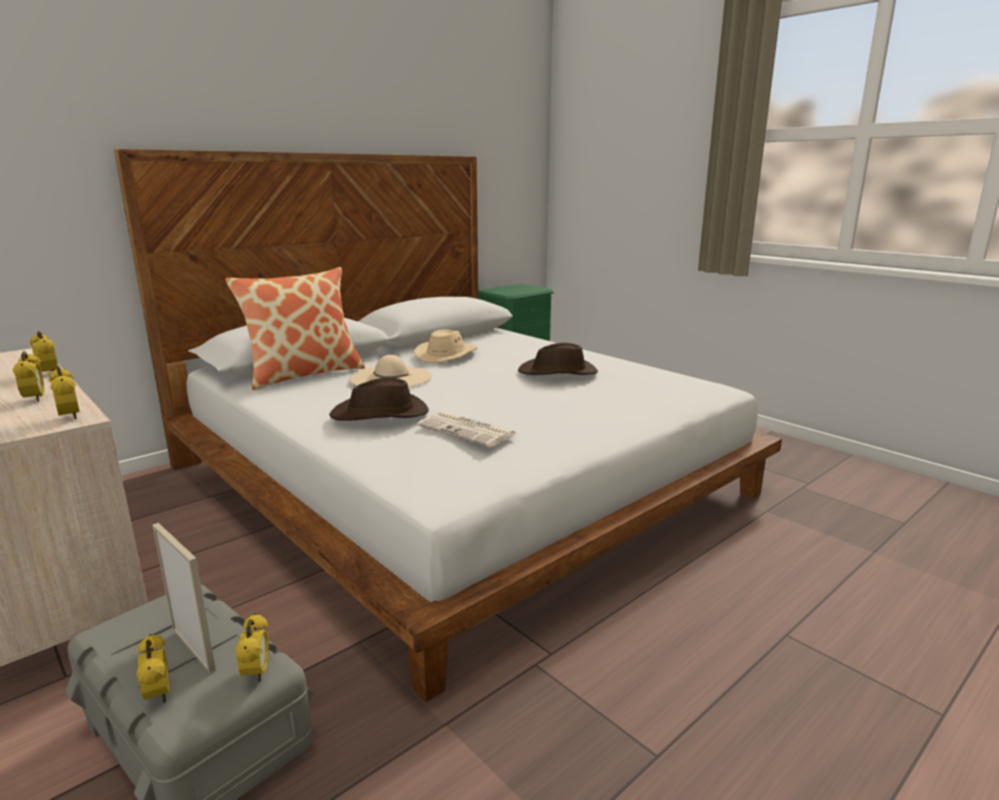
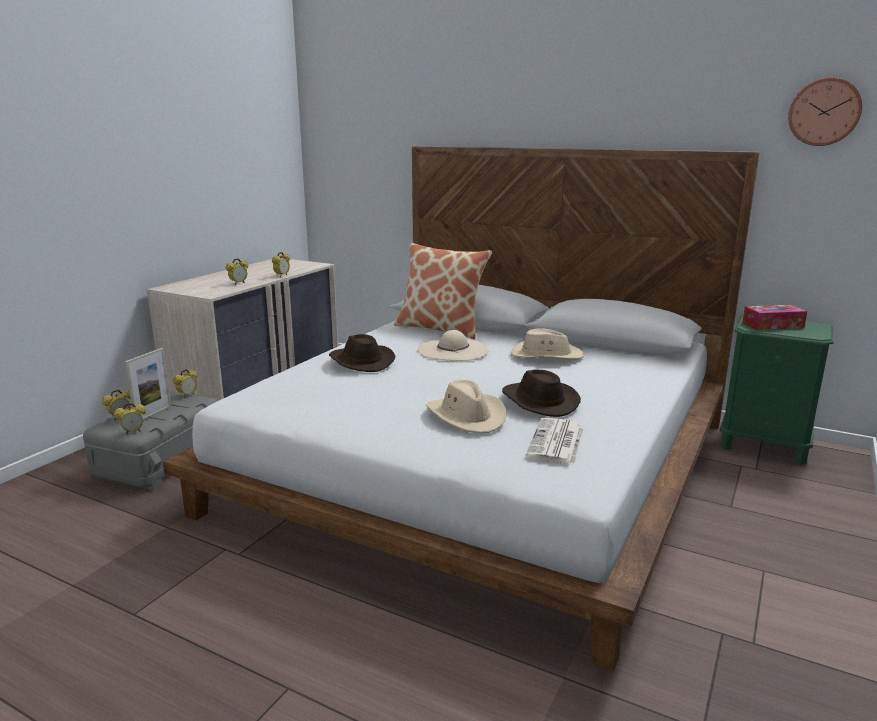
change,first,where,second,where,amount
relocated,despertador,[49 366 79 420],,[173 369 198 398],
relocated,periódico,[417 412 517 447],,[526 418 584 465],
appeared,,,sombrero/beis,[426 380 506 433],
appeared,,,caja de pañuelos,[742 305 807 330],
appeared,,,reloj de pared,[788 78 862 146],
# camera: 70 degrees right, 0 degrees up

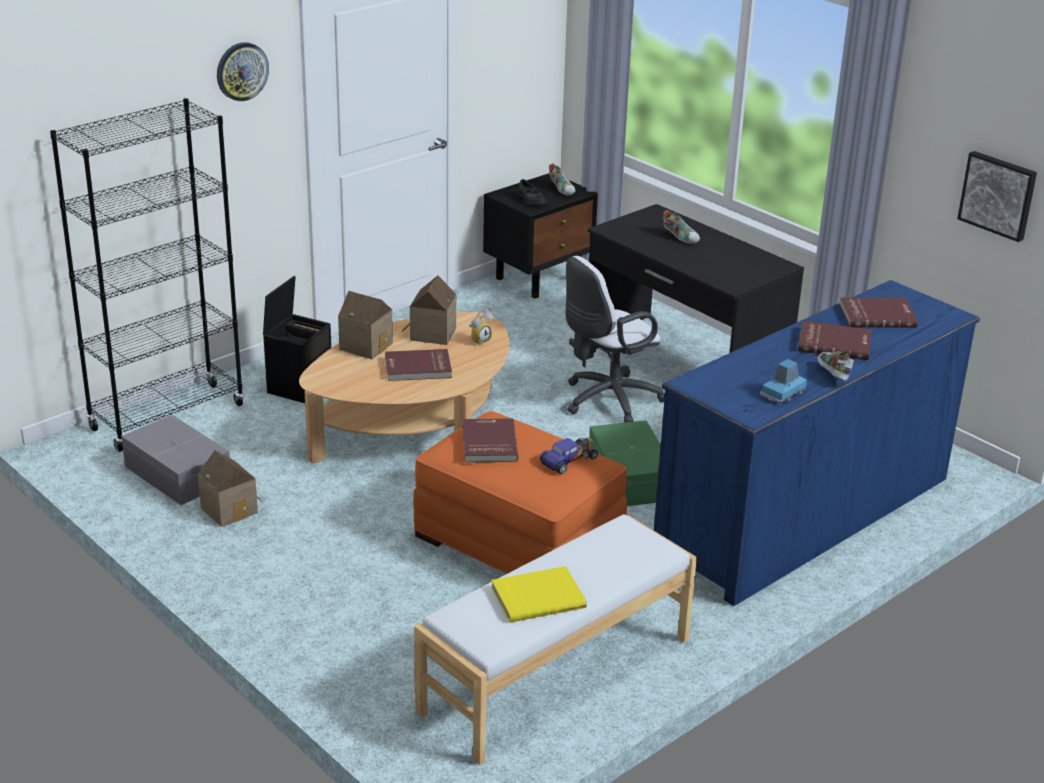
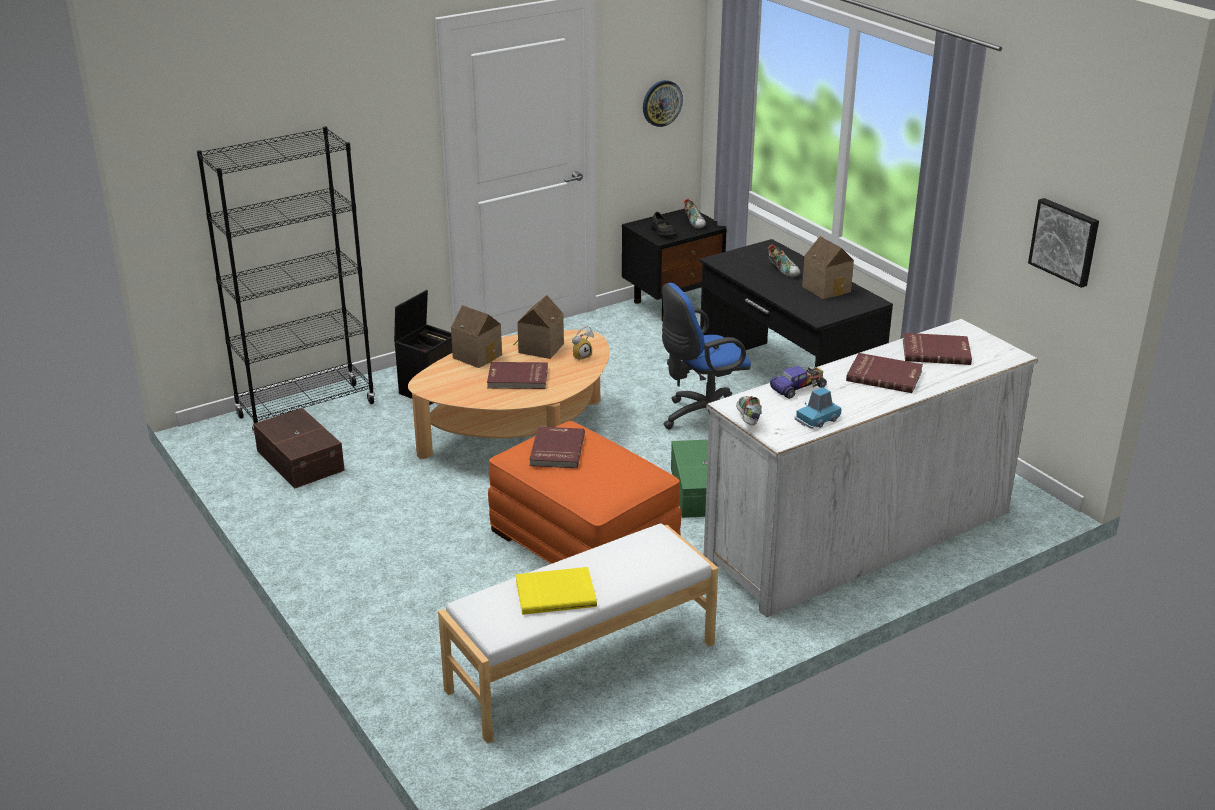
change,first,where,second,where,amount
colour,caja de almacenaje/gris,[121 415 230 505],caja de almacenaje/marrón,[253 408 345 488],
relocated,casita,[198 450 262 527],,[802 236 854 299],
relocated,reloj de pared,[217 42 269 101],,[643 80 683 127],
relocated,coche de juguete,[540 437 598 474],,[770 366 827 399],
colour,silla de oficina/blanco,[565 256 665 423],silla de oficina/azul,[662 283 751 430],
colour,cómoda/azul,[654 280 980 606],cómoda/blanco,[704 319 1038 617],
relocated,zapato,[817 351 854 381],,[736 396 762 426],
# camera: 10 degrees right, 0 degrees up

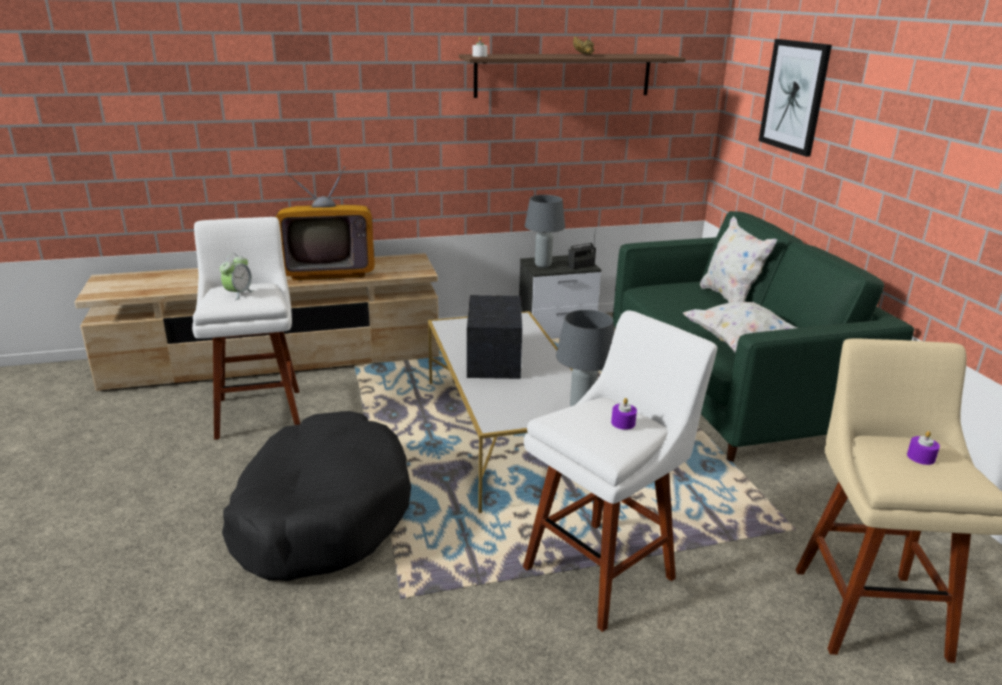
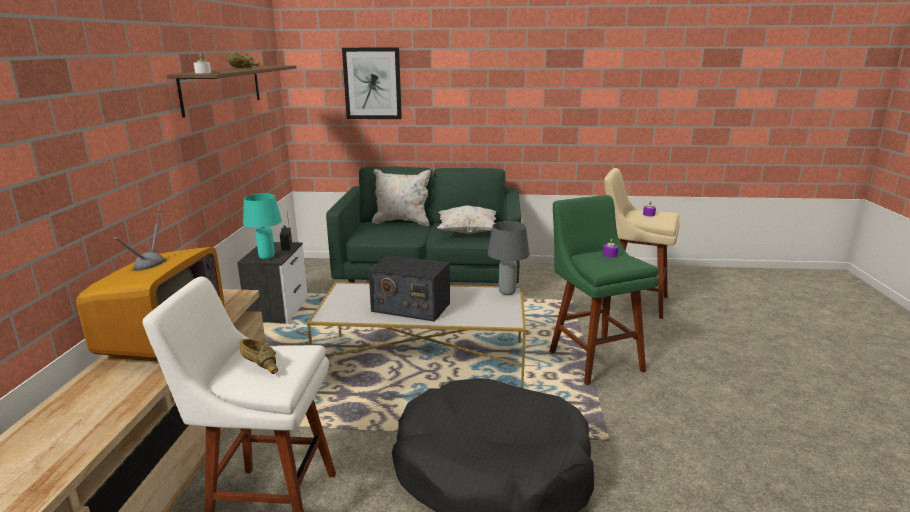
change,first,where,second,where,amount
exchanged,despertador,[220 253 254 300],cuenco/marrón,[240 339 278 374],
colour,taburete/blanco,[523 310 717 632],taburete/verde,[549 195 659 385],
colour,lámpara de mesa/gris,[525 195 565 268],lámpara de mesa/turquesa,[243 194 282 260],
# camera: 70 degrees left, 5 degrees down

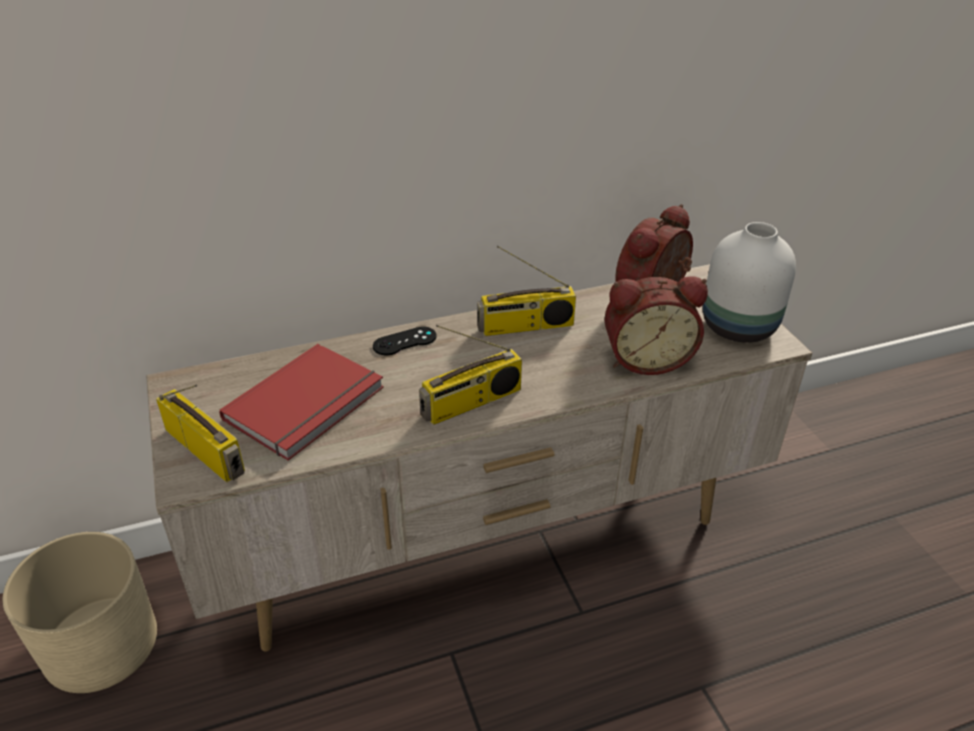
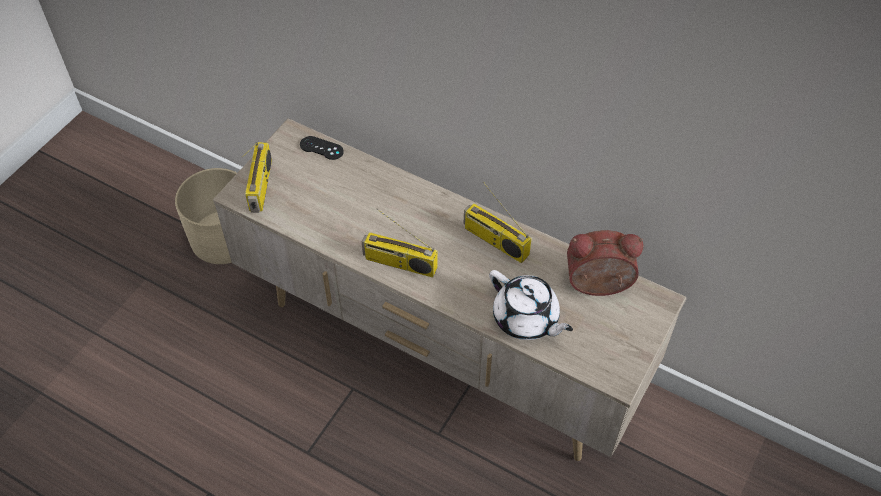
change,first,where,second,where,amount
missing,libro/rojo,[219 344 384 461],,,
relocated,mando de consola/negro,[373 327 437 355],,[300 136 344 160],
exchanged,despertador,[605 276 708 375],tetera/blanco,[489 270 573 340],
missing,florero/blanco,[703 222 796 343],,,
# camera: 50 degrees right, 15 degrees up

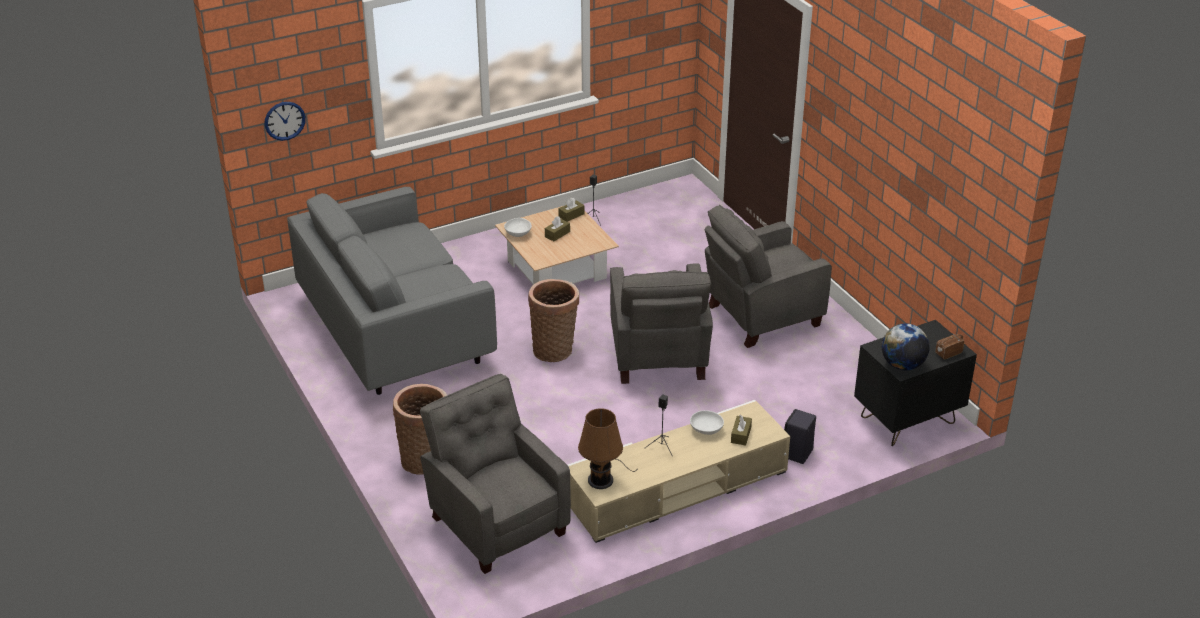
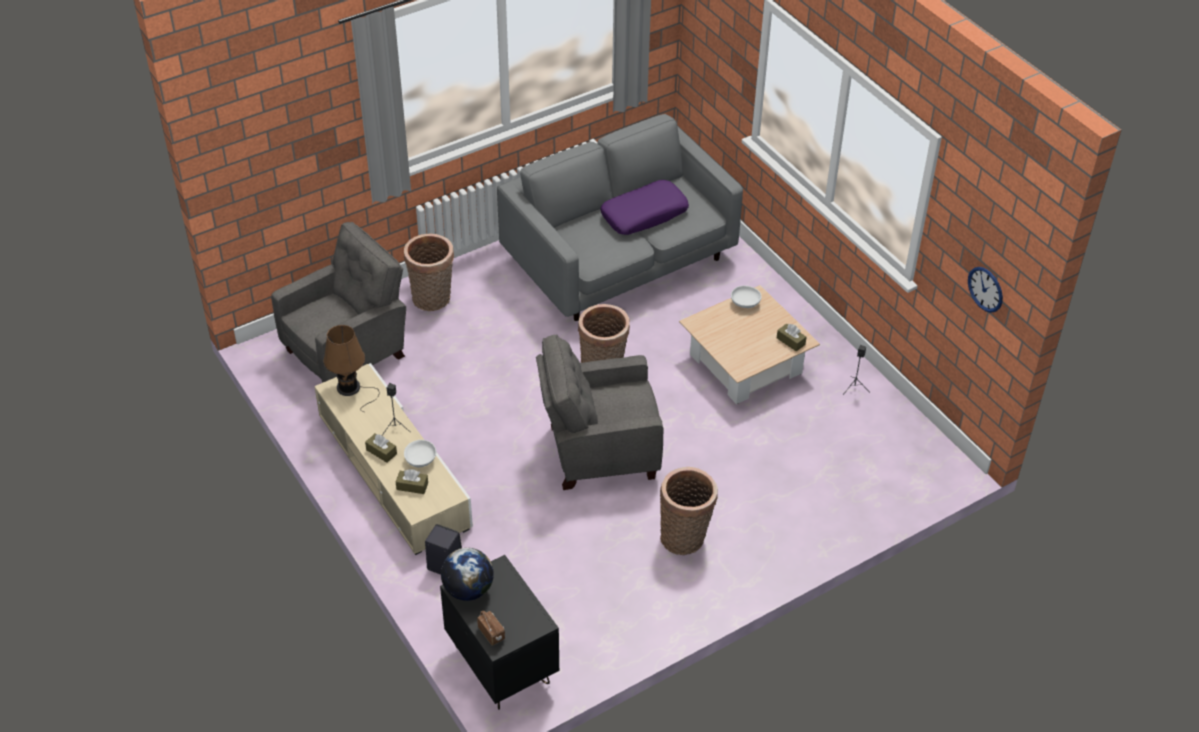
change,first,where,second,where,amount
relocated,reloj de pared,[265 102 306 141],,[968 267 1003 313],
relocated,caja de pañuelos/marrón,[545 217 570 241],,[365 433 397 463],
exchanged,sillón/gris,[704 205 832 348],cesta,[660 467 718 555],
appeared,,,cojín/morado,[600 180 689 235],
# camera: 85 degrees right, 10 degrees up

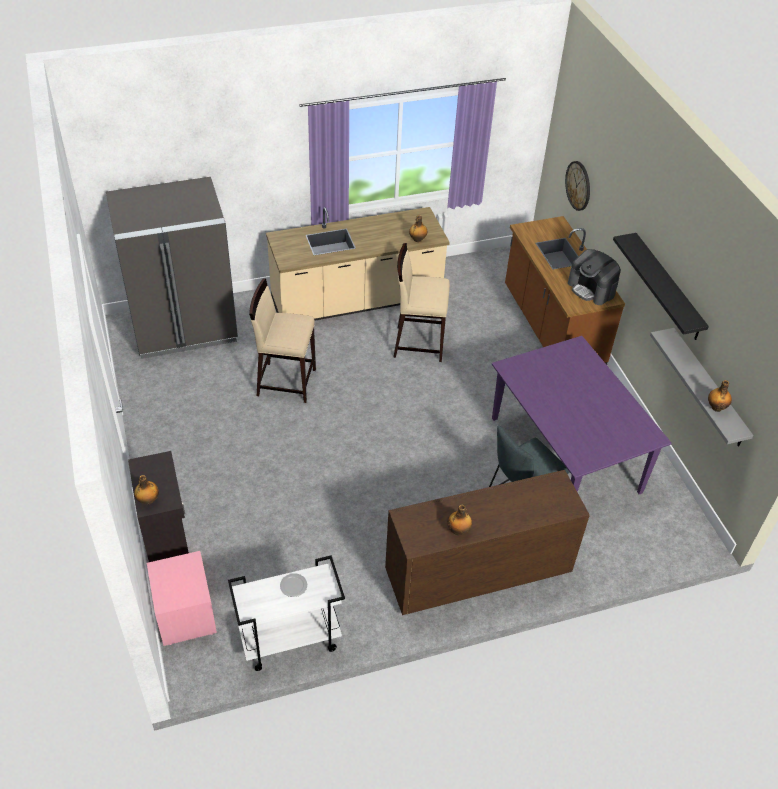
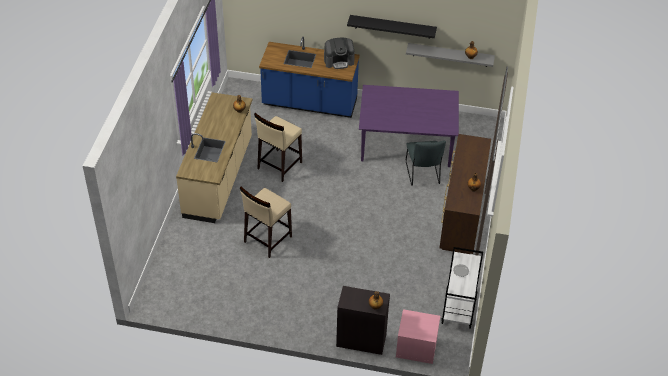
change,first,where,second,where,amount
missing,nevera/gris,[106 177 238 359],,,
colour,mueble bajo de cocina/marrón,[505 216 625 365],mueble bajo de cocina/azul,[259 37 360 118],
missing,reloj de pared,[565 161 590 211],,,
# camera: 60 degrees left, 0 degrees up

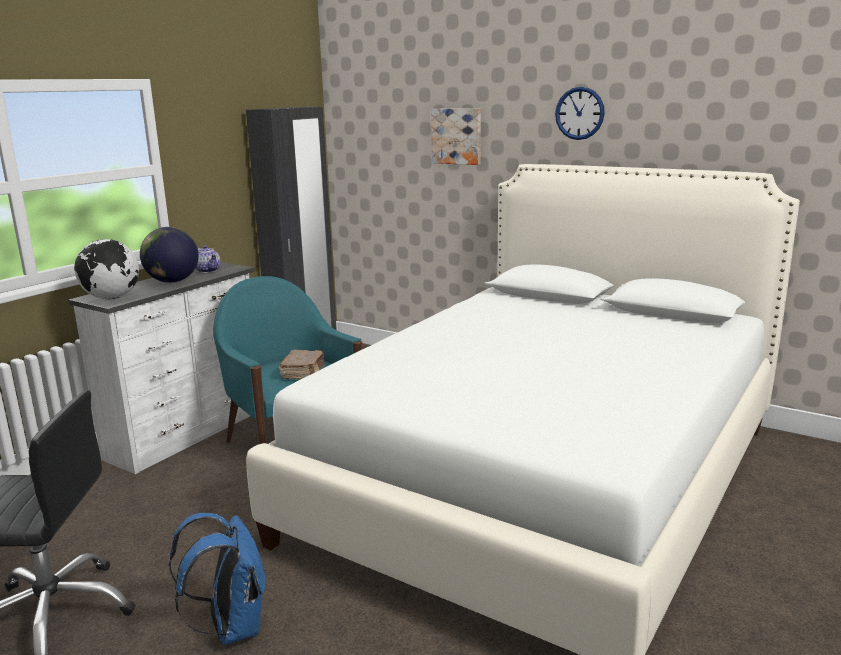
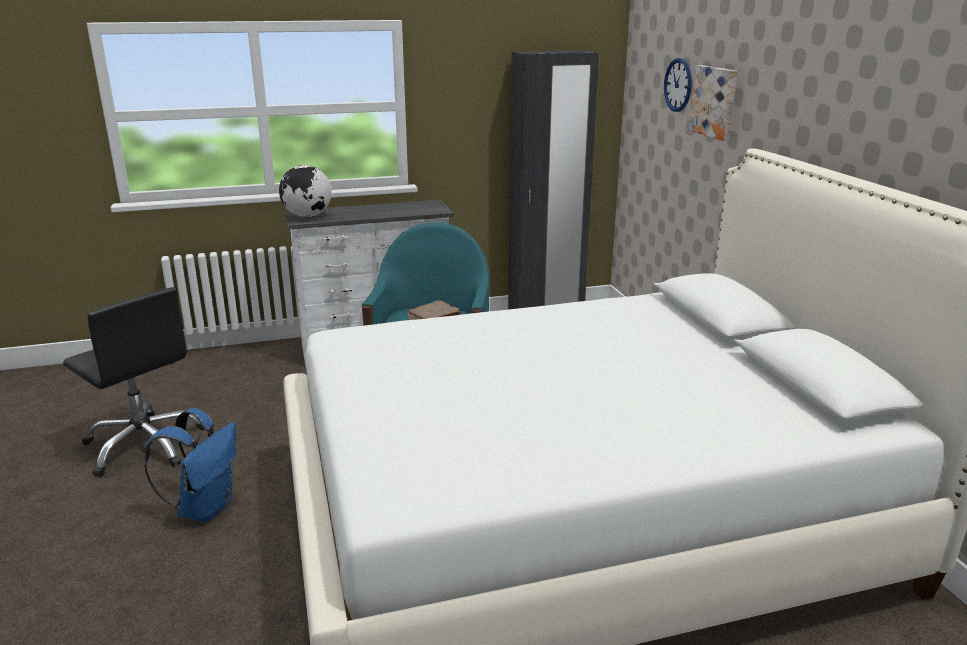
change,first,where,second,where,amount
missing,globo terráqueo,[140 227 198 283],,,
missing,tetera,[195 245 220 273],,,
relocated,reloj de pared,[555 87 605 140],,[664 58 692 112],
# camera: 40 degrees right, 5 degrees up

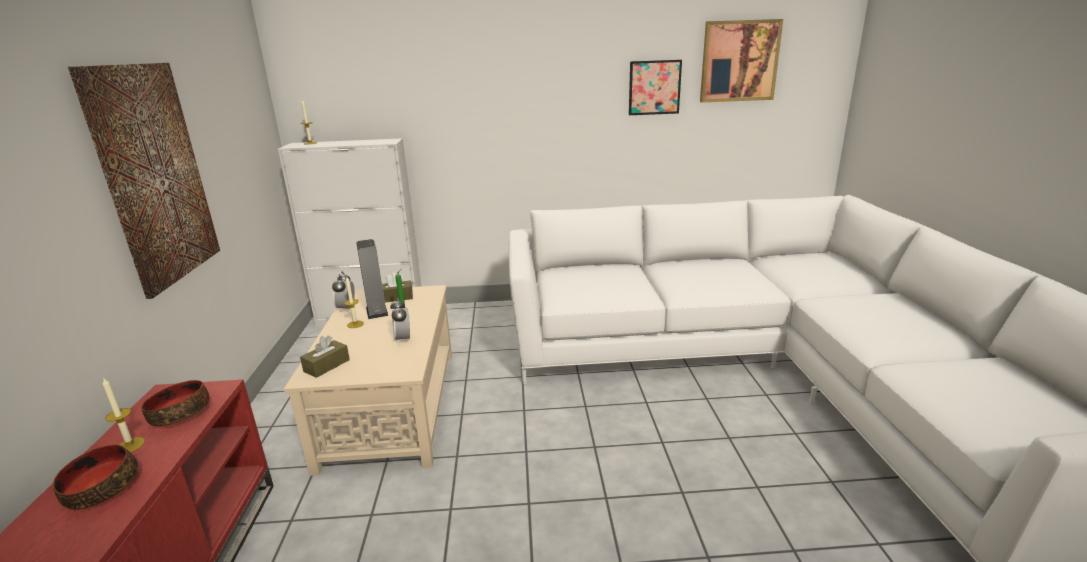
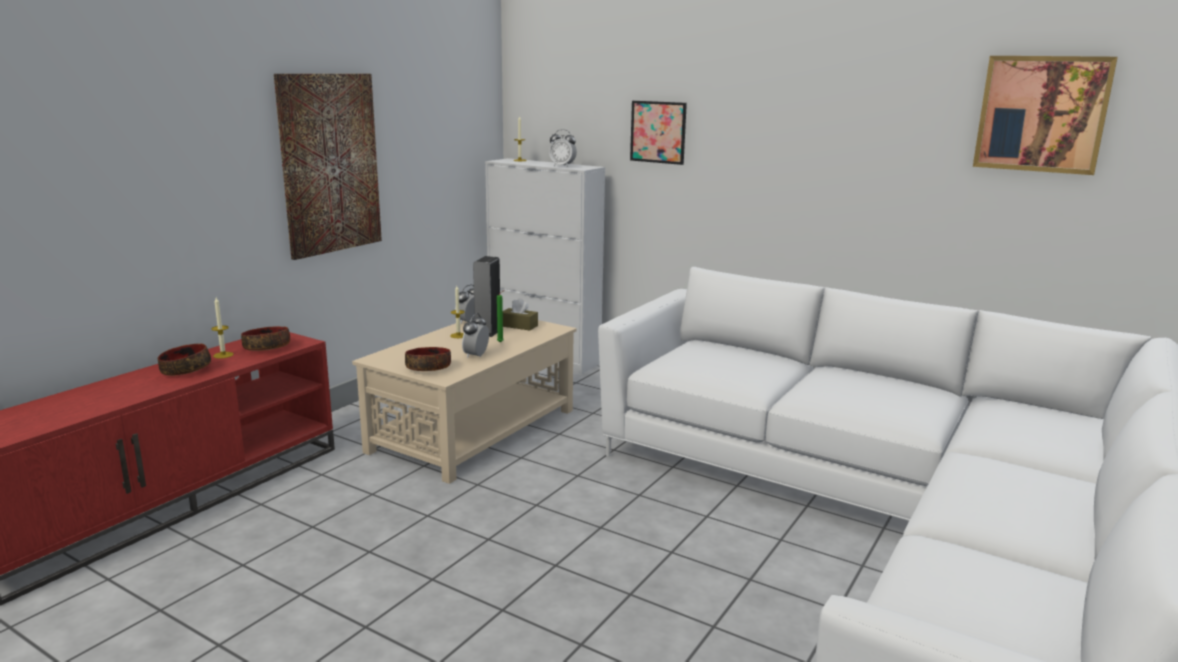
change,first,where,second,where,amount
missing,caja de pañuelos/marrón,[300 336 350 378],,,
relocated,cuadro,[629 60 682 115],,[630 101 687 165],
appeared,,,cuenco,[405 347 451 371],
appeared,,,despertador,[549 129 577 167],
# camera: 35 degrees right, 5 degrees down

